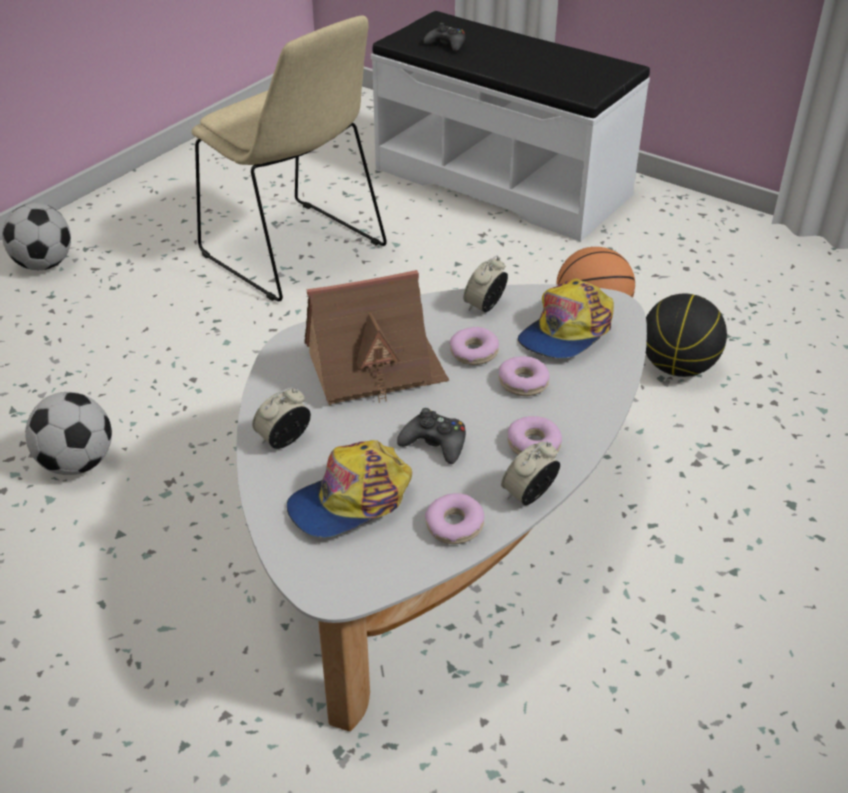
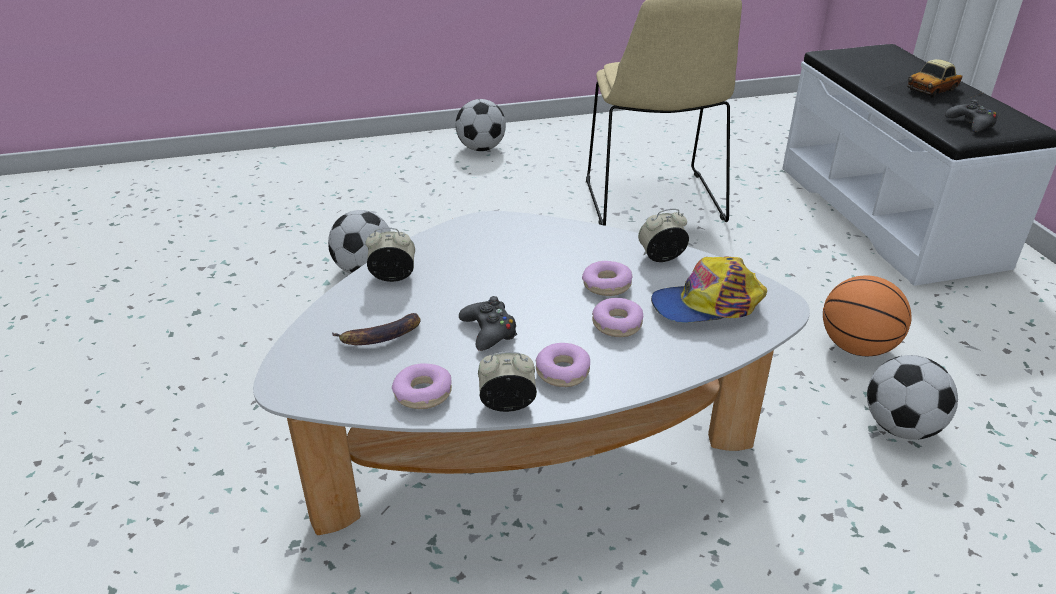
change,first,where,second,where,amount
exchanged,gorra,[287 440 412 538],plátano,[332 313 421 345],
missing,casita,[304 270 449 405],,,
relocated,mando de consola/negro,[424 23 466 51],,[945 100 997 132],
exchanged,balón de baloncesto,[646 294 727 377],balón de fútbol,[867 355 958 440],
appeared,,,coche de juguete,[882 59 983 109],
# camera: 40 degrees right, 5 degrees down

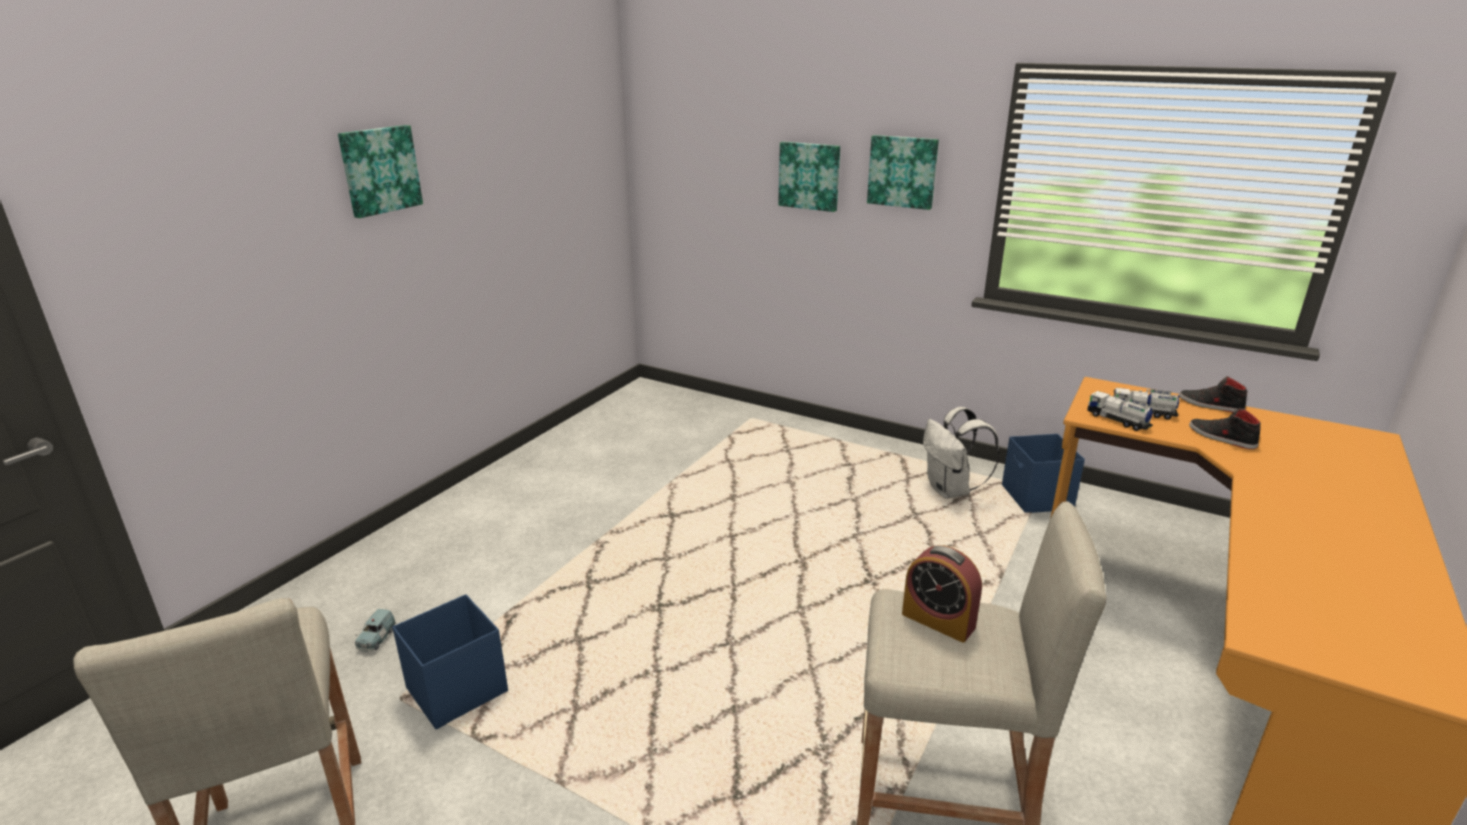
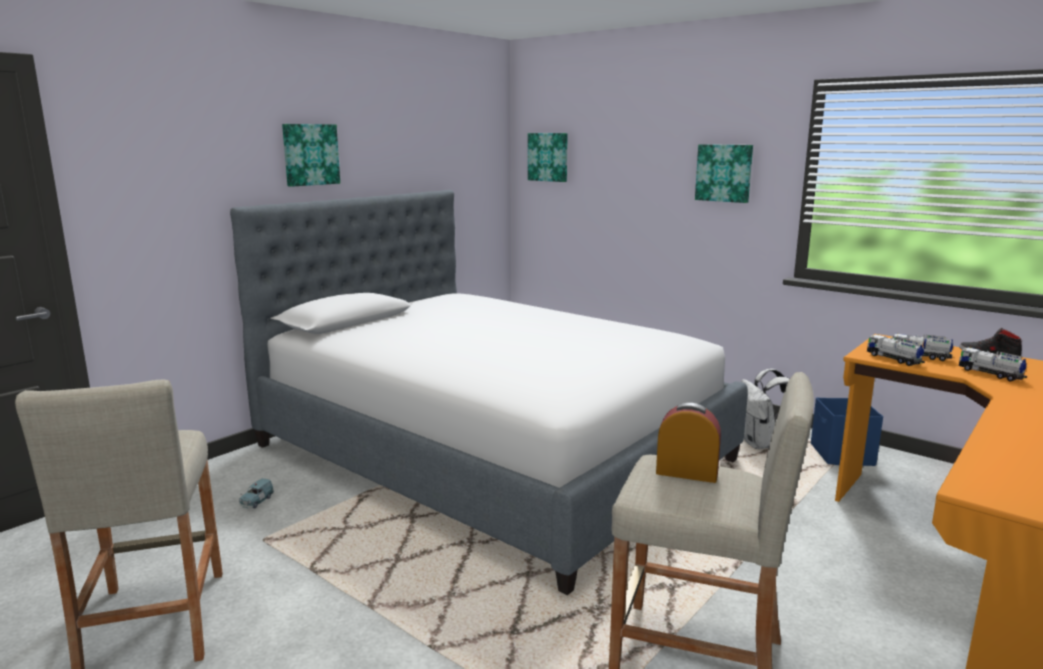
change,first,where,second,where,amount
missing,caja de almacenaje/azul,[392 594 508 729],,,
relocated,cuadro,[778 142 840 212],,[528 133 568 182],
spun,despertador,[902 545 982 642],,[656 403 721 483],150 degrees clockwise
exchanged,zapato/negro,[1189 408 1261 449],camión de juguete,[959 347 1027 382],
appeared,,,cama,[230 190 748 595],
# camera: 10 degrees right, 10 degrees down

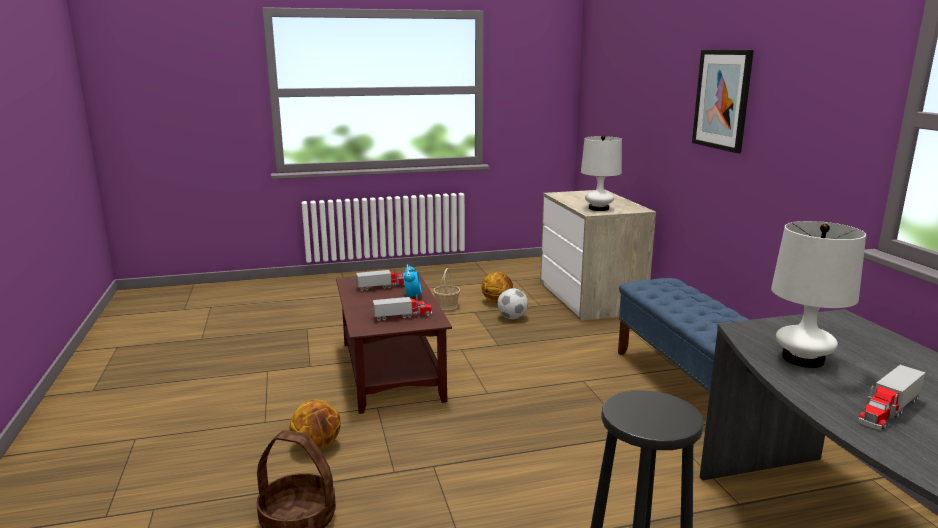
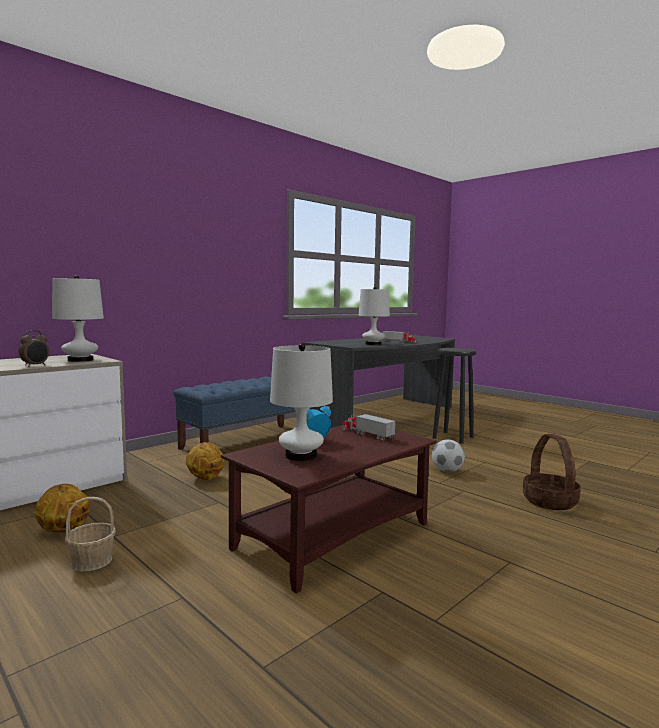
change,first,where,second,where,amount
relocated,balón de baloncesto,[290 399 341 450],,[186 442 225 480],
exchanged,camión de juguete,[356 269 405 291],lámpara de mesa/blanco,[270 343 333 461],
relocated,balón de fútbol,[497 288 528 319],,[432 440 465 472],
missing,cuadro,[692 50 754 153],,,
appeared,,,despertador,[19 330 49 367],
# camera: 120 degrees left, 10 degrees down

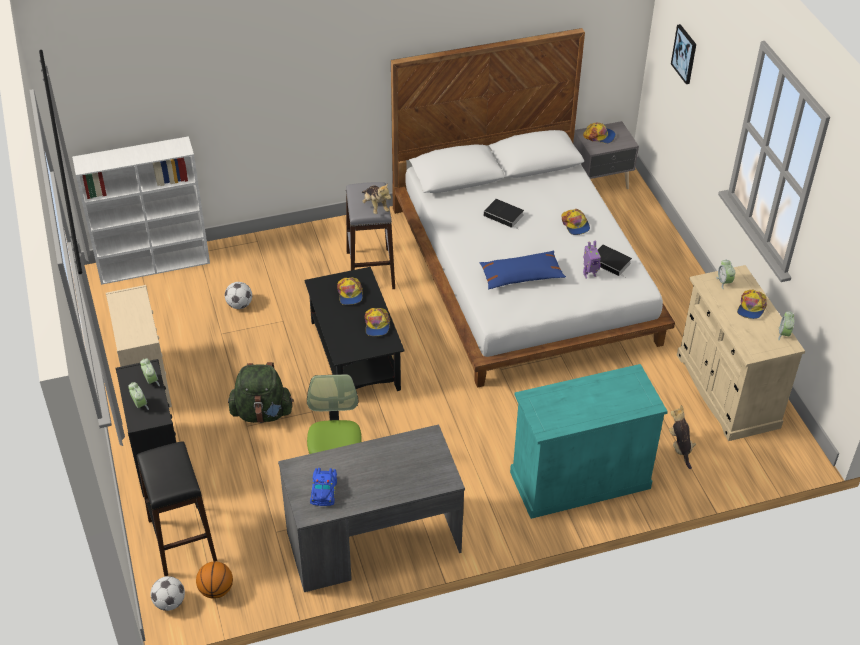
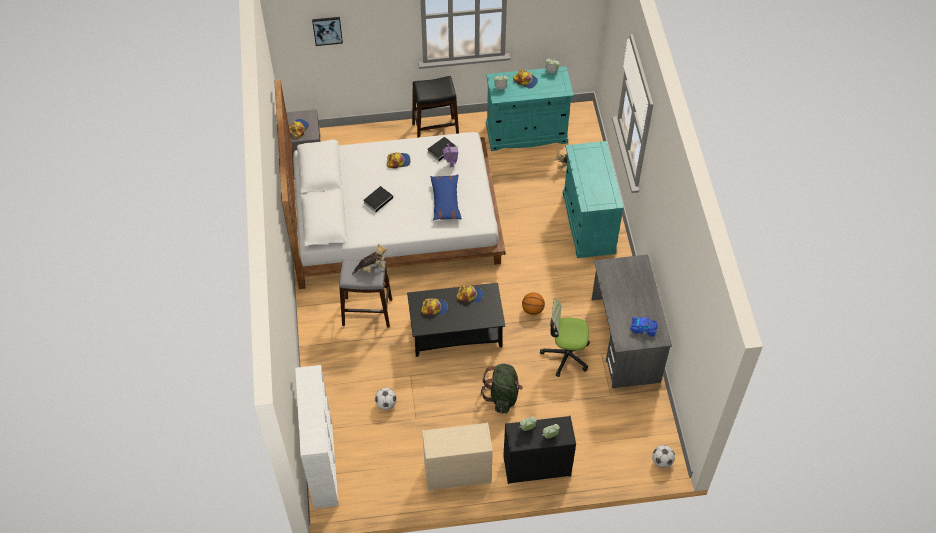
change,first,where,second,where,amount
relocated,taburete/negro,[136 441 217 576],,[412 76 459 138],
relocated,balón de baloncesto,[196 561 233 599],,[522 293 545 315],
colour,armario/beis,[677 265 805 441],armario/turquesa,[486 66 574 151],
# camera: 80 degrees left, 10 degrees up

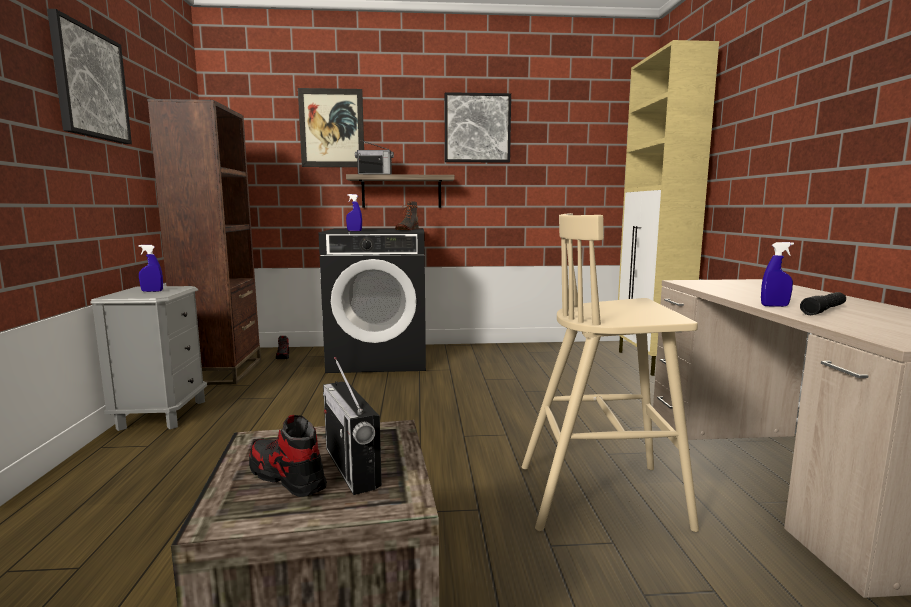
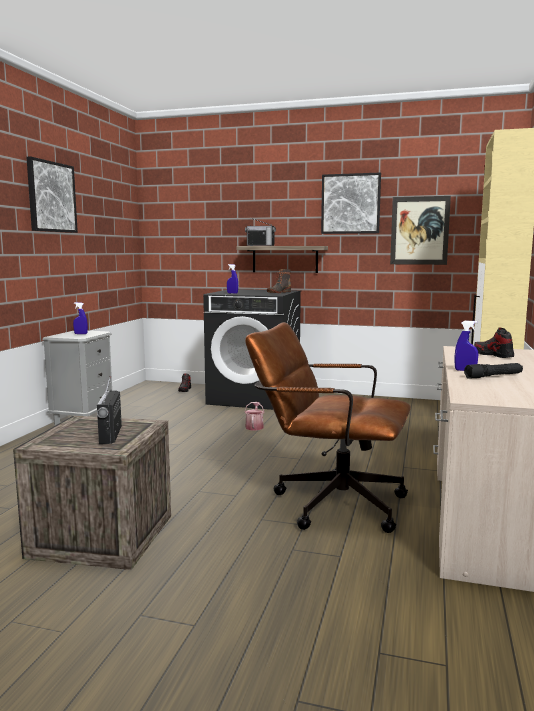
change,first,where,second,where,amount
missing,estantería/marrón,[147 99 261 385],,,
relocated,zapato,[249 415 327 497],,[474 328 514 358],
relocated,cuadro,[298 88 364 167],,[390 196 451 265],
exchanged,taburete/beis,[522 213 699 532],silla de oficina/marrón,[245 322 411 533],
appeared,,,regadera,[245 402 264 431],
# camera: 20 degrees right, 0 degrees up

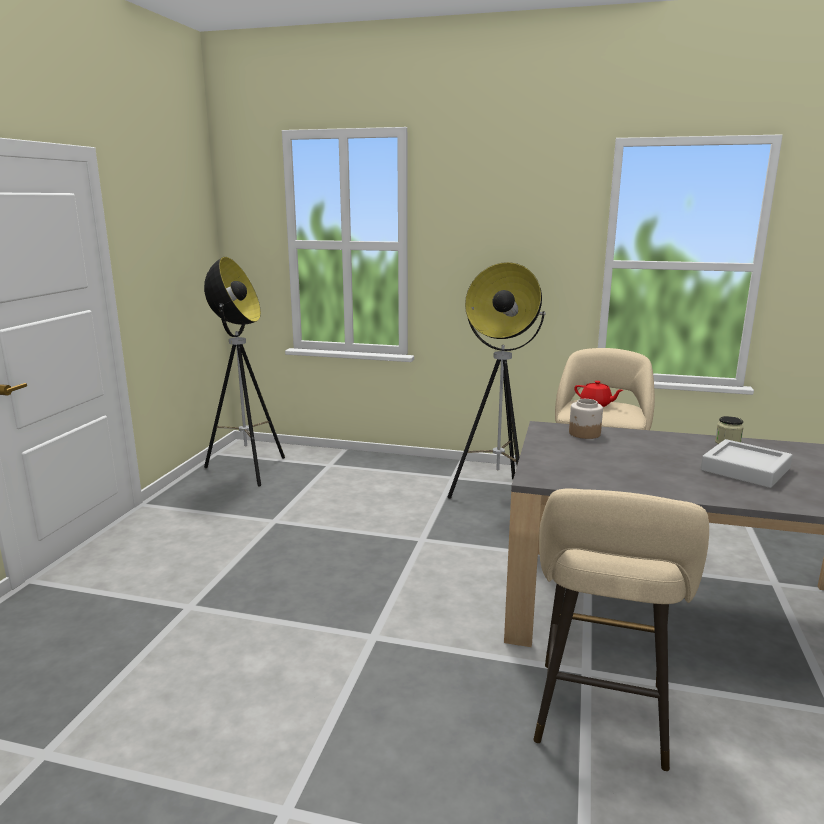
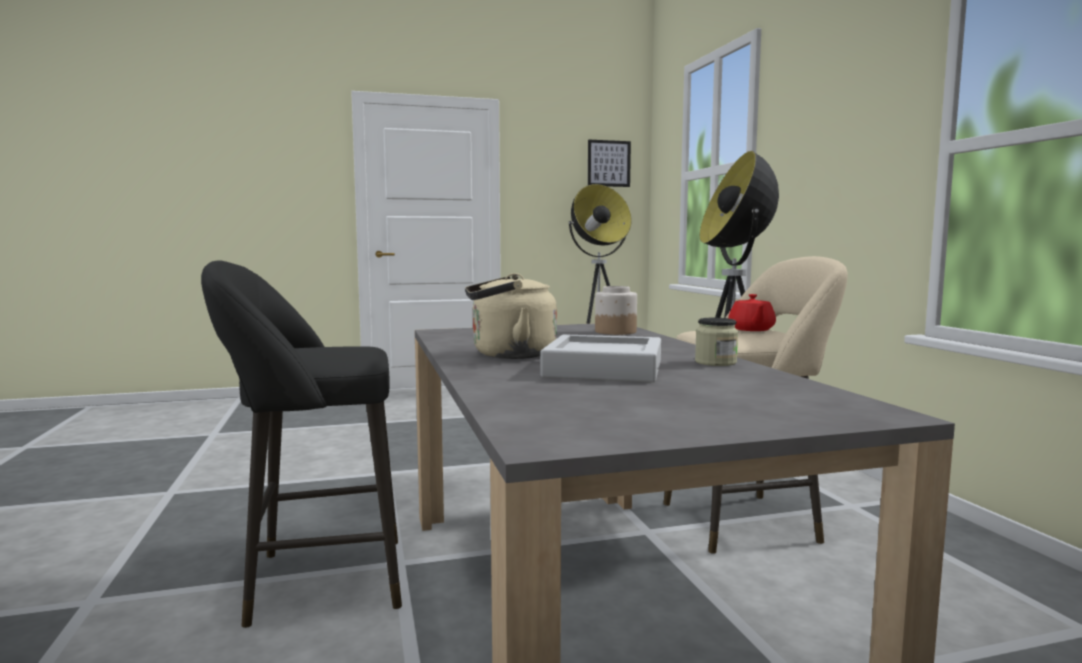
change,first,where,second,where,amount
colour,taburete/beis,[533 488 709 771],taburete/negro,[201 260 402 628],
appeared,,,hervidor/beis,[465 273 557 359],
appeared,,,cuadro,[588 140 631 187],
# camera: 60 degrees right, 10 degrees down

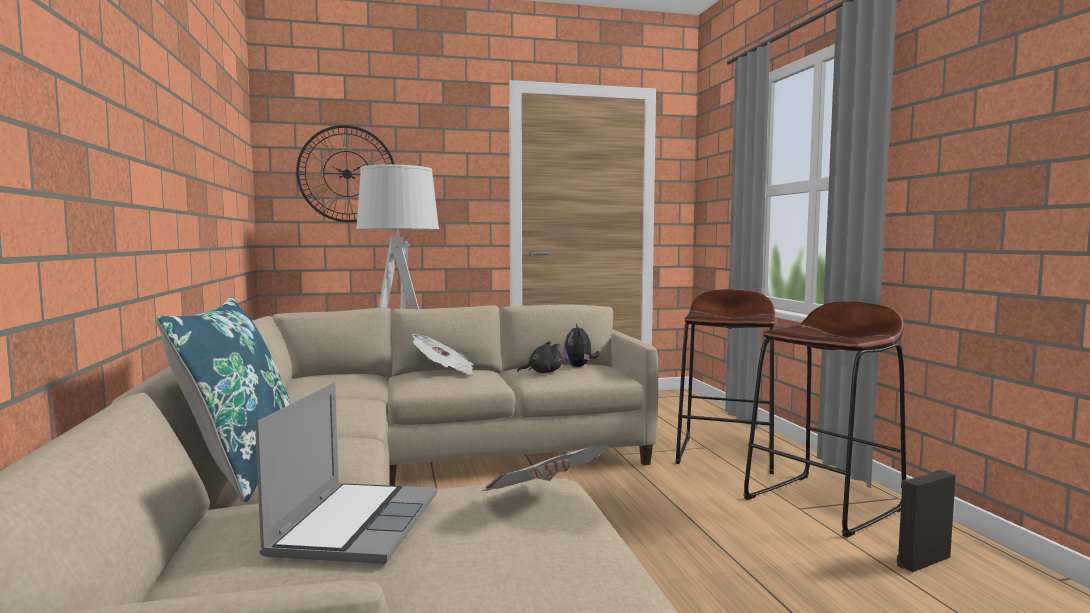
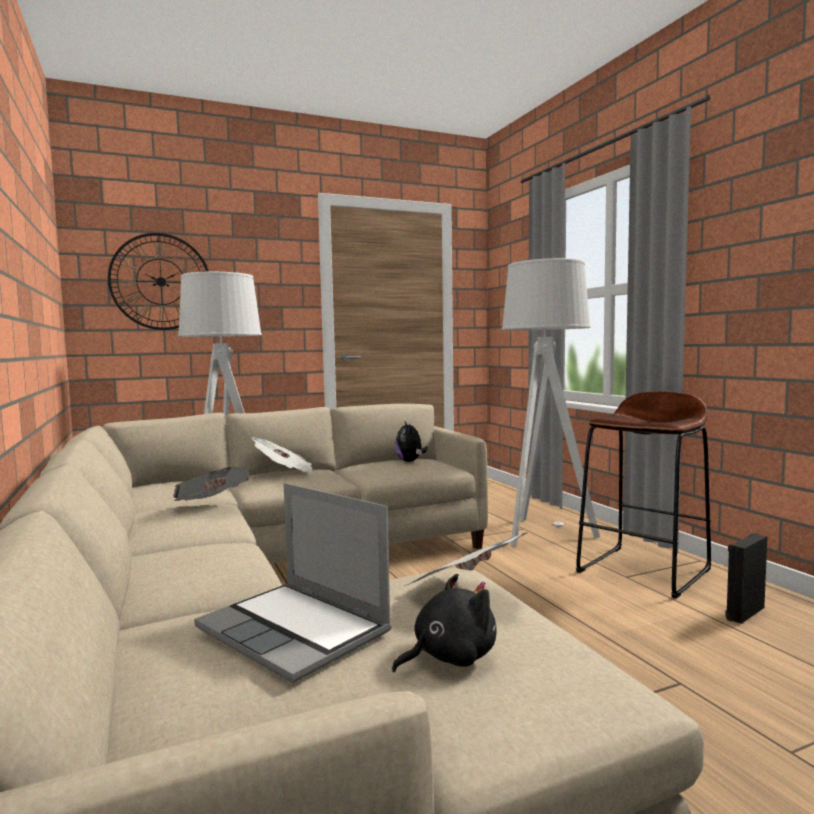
change,first,where,second,where,amount
missing,cojín/azul,[156 297 291 502],,,
spun,portátil,[255 383 437 564],,[194 483 392 683],135 degrees clockwise
relocated,peluche/negro,[517 341 562 373],,[392 574 496 672],
exchanged,taburete/marrón,[676 289 775 474],lámpara de pie/gris,[502 258 600 546],
appeared,,,periódico,[173 467 249 501],
# camera: 10 degrees left, 0 degrees up

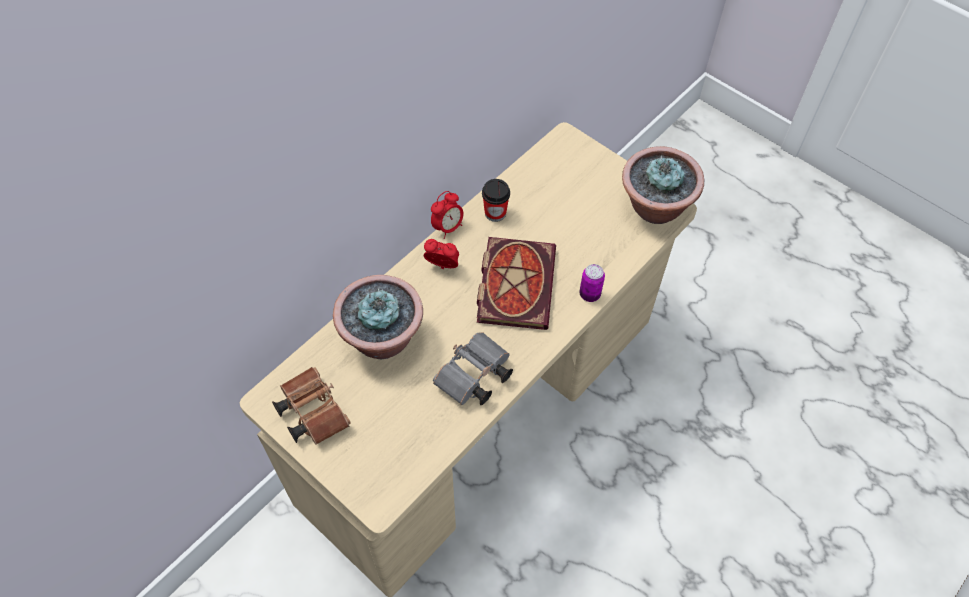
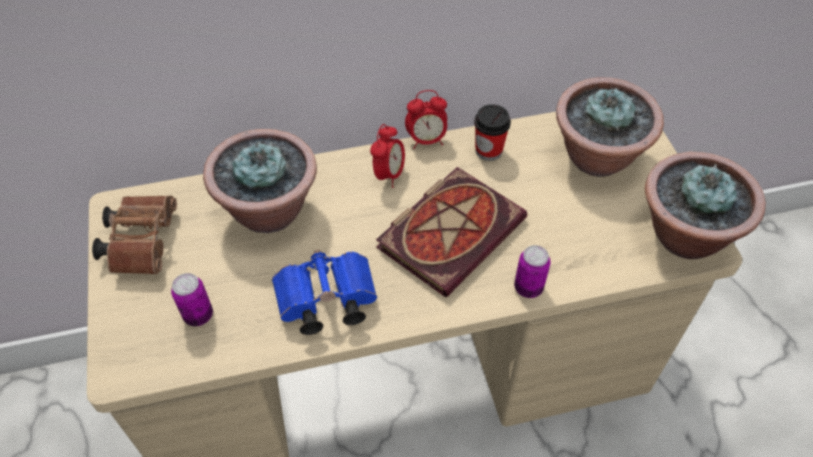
change,first,where,second,where,amount
spun,despertador,[424 239 459 269],,[370 124 405 188],60 degrees clockwise
colour,prismáticos/gris,[433 332 513 405],prismáticos/azul,[272 250 377 335],
appeared,,,lata,[171 273 213 326],
appeared,,,planta en maceta,[556 77 664 177],
# camera: 35 degrees right, 5 degrees down

